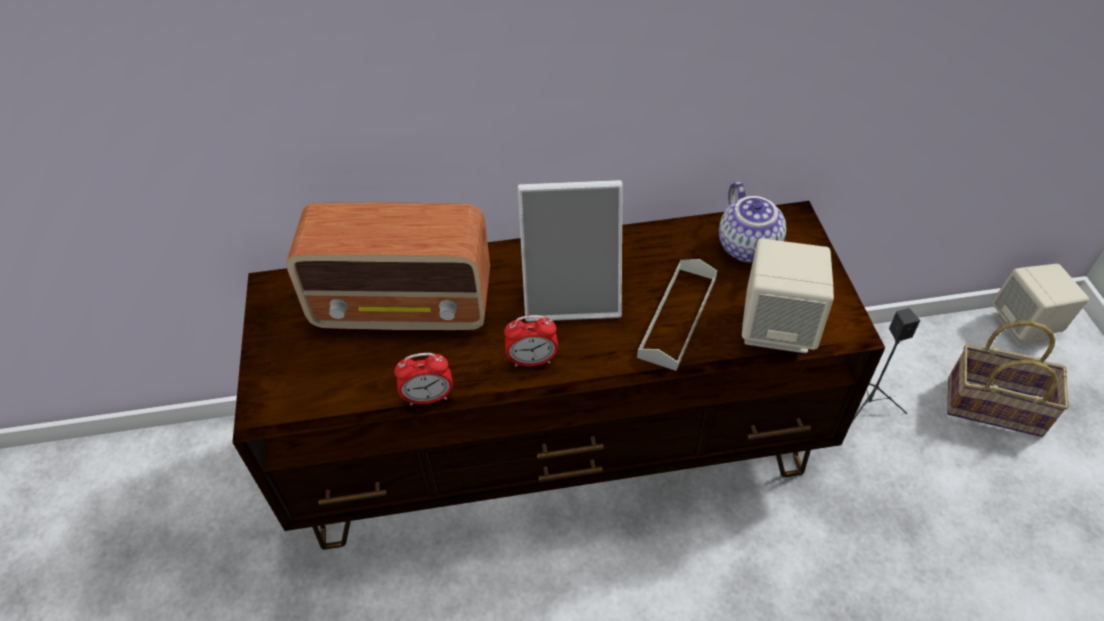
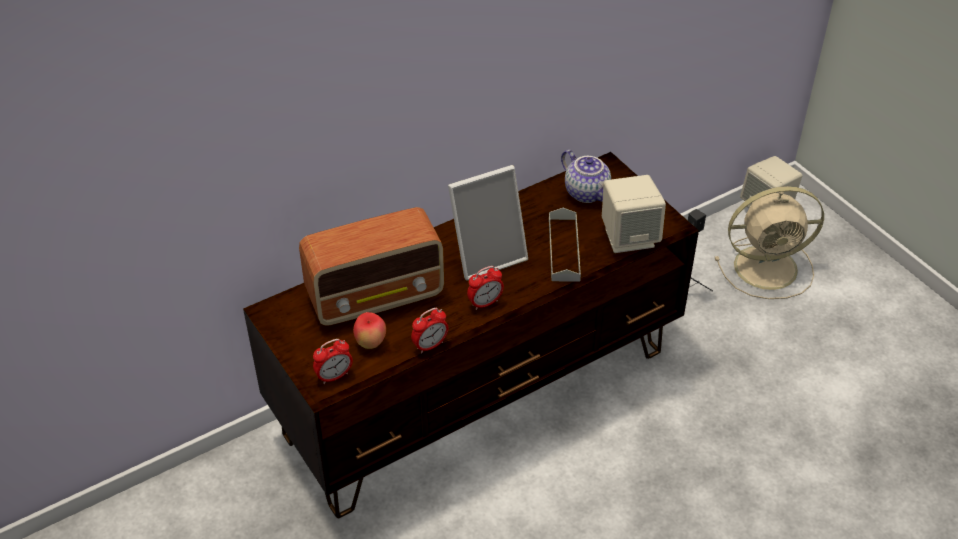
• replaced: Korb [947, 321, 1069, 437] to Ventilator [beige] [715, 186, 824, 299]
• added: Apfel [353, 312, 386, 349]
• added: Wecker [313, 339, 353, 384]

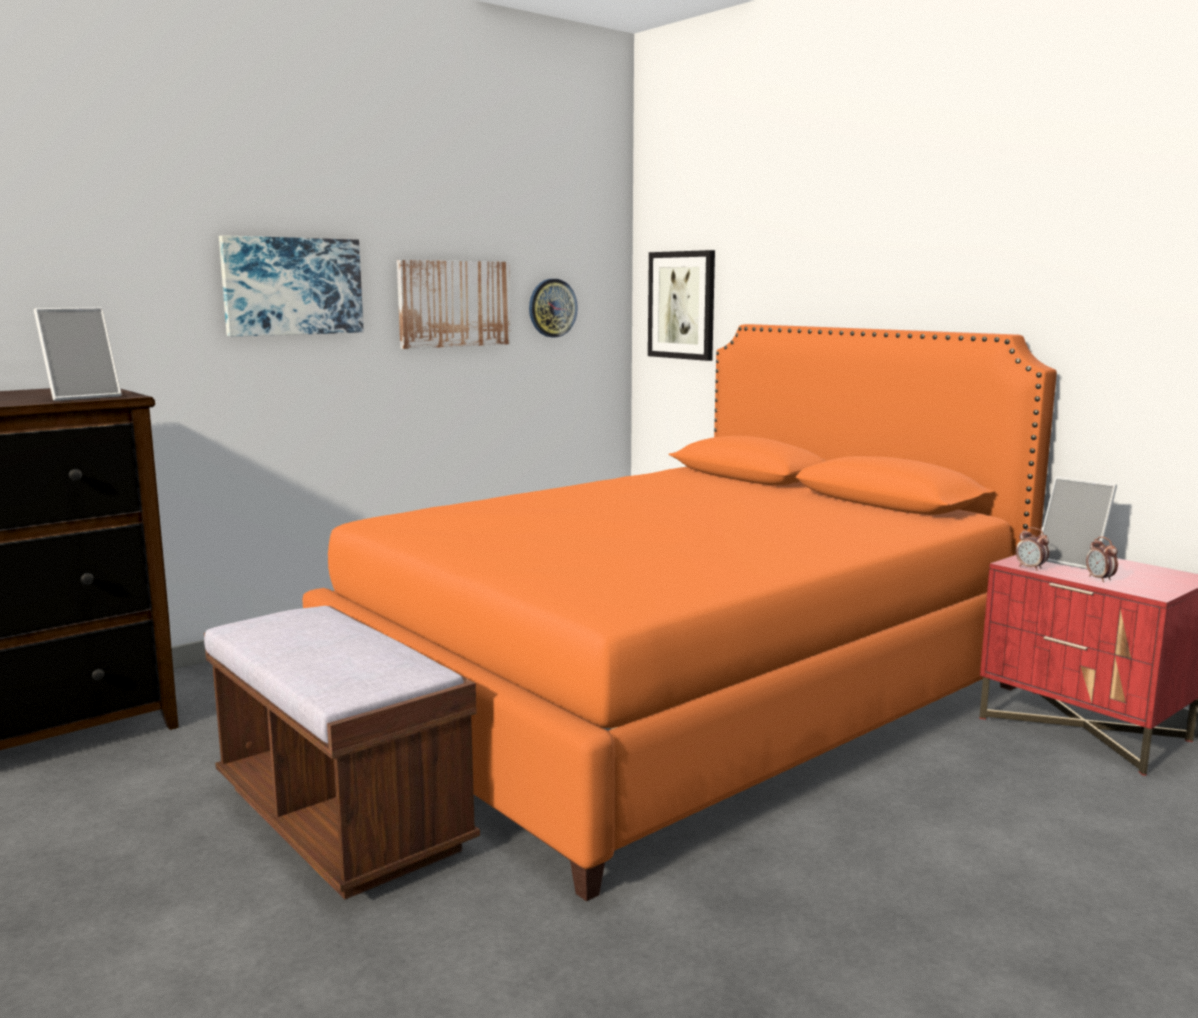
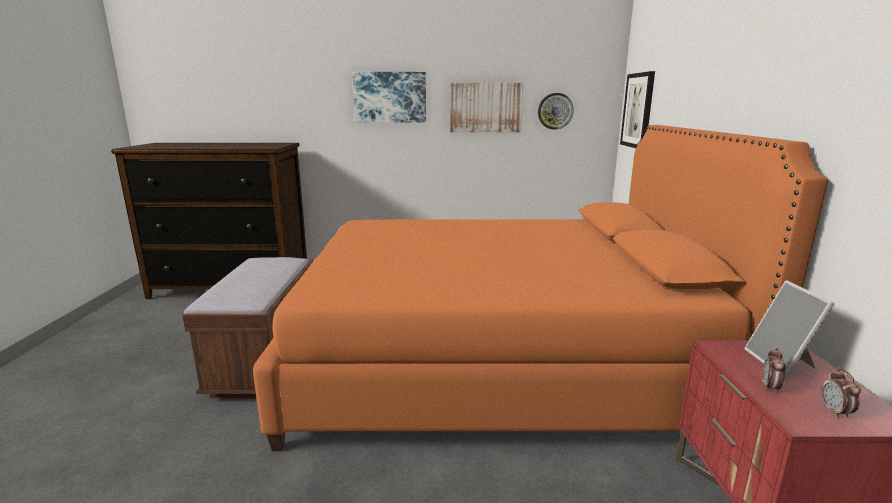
• removed: Bilderrahmen [34, 307, 122, 401]
• moved: Wecker [1016, 527, 1049, 571] to [821, 369, 861, 419]

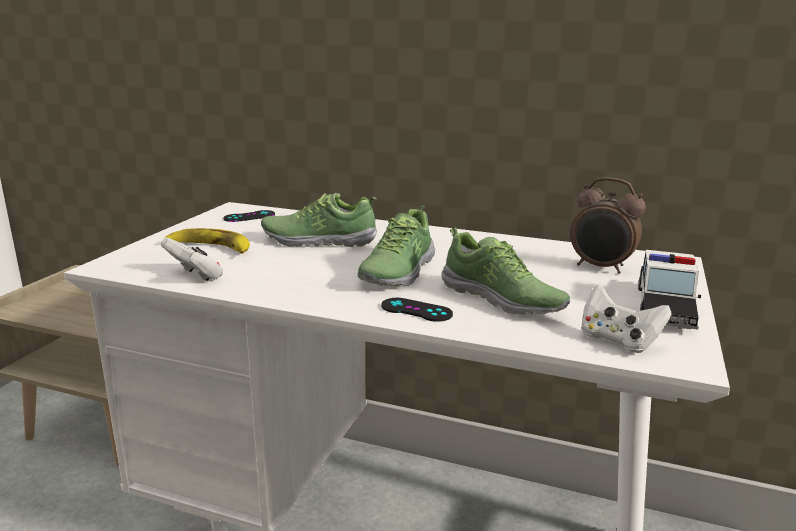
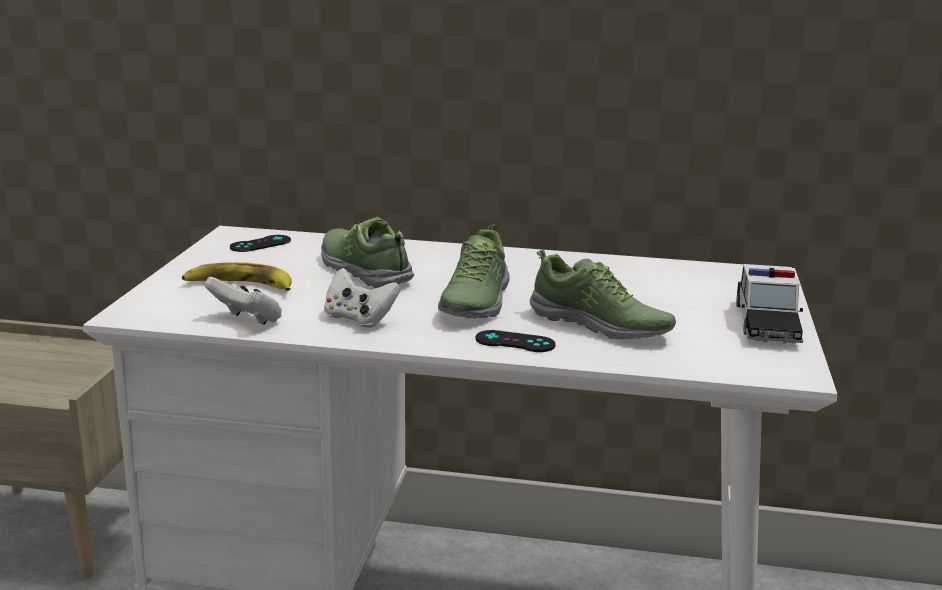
• removed: Wecker [570, 177, 646, 274]
• turned: Schuh [261, 193, 377, 247] = [321, 217, 414, 289] 60 degrees clockwise
• moved: Gamepad [weiß] [581, 284, 671, 353] to [324, 268, 400, 328]

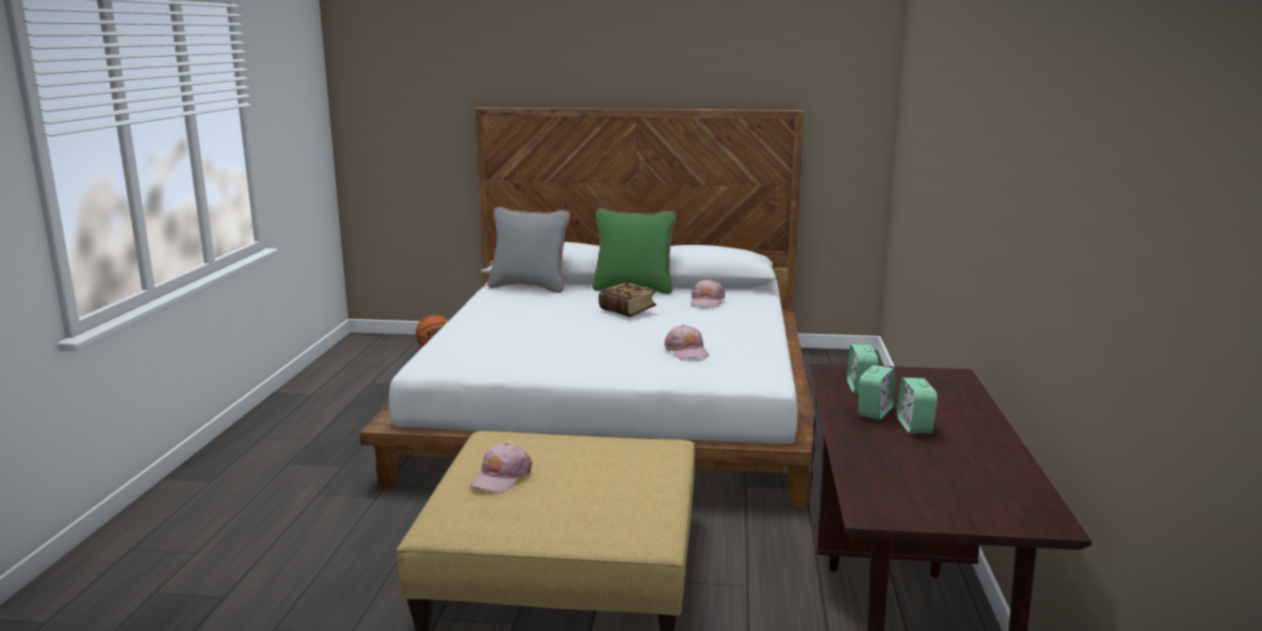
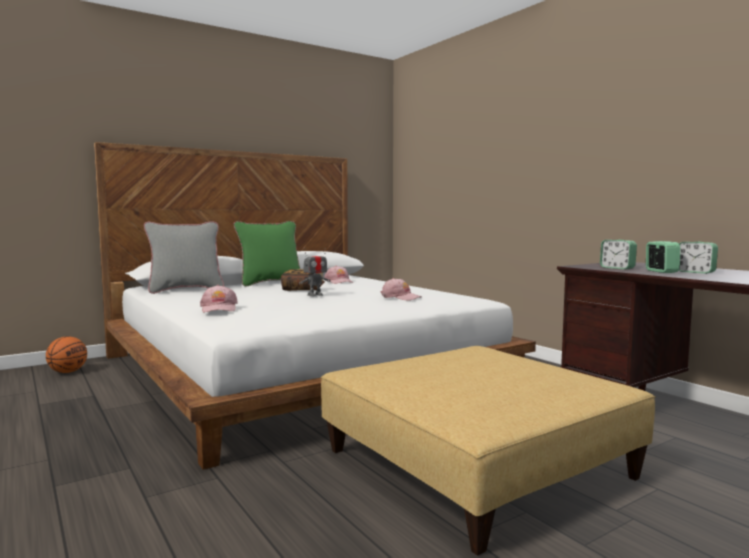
• moved: Kappe [rosa] [470, 443, 532, 493] to [200, 285, 238, 312]
• added: Spielzeugroboter [299, 248, 330, 296]

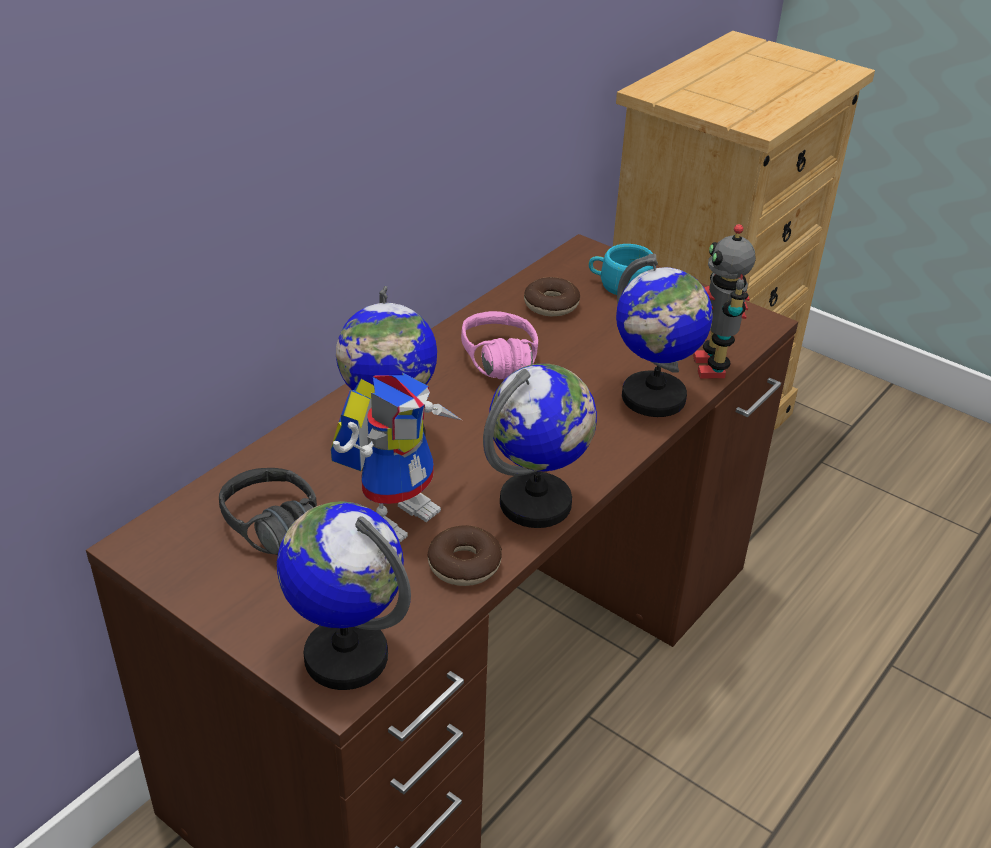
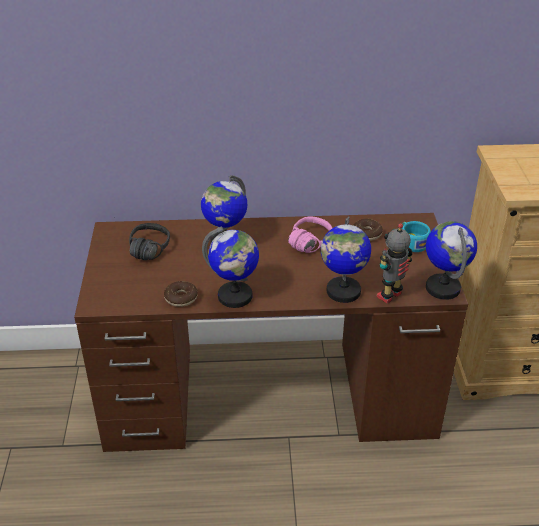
• removed: Spielzeugroboter [331, 372, 462, 542]
• moved: Globus [277, 501, 411, 690] to [426, 221, 477, 300]

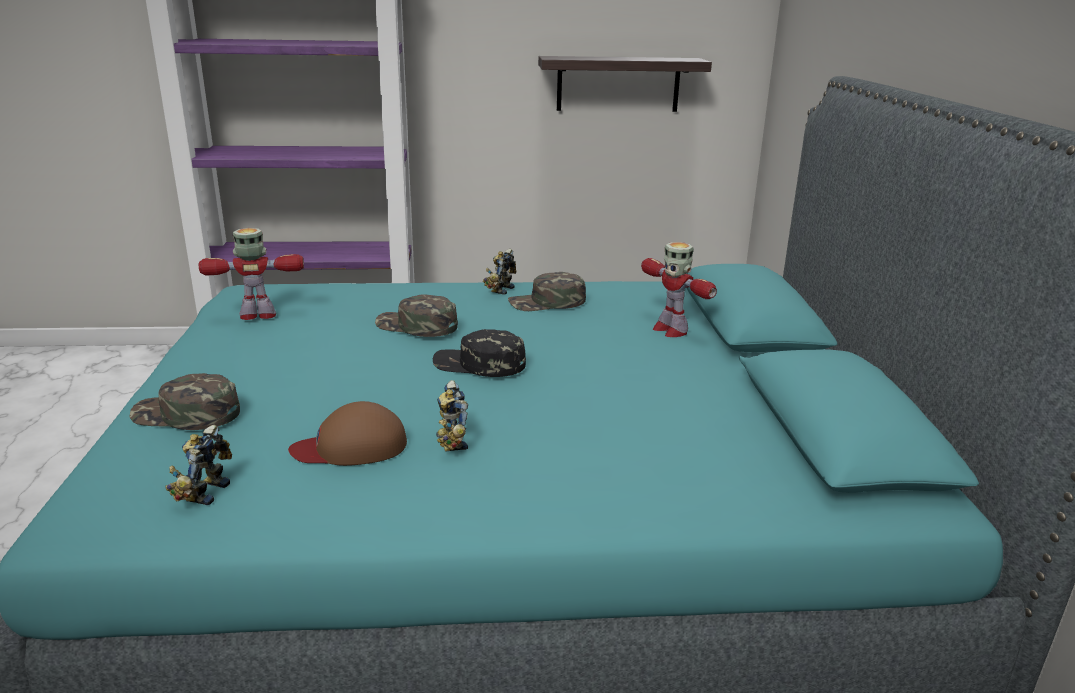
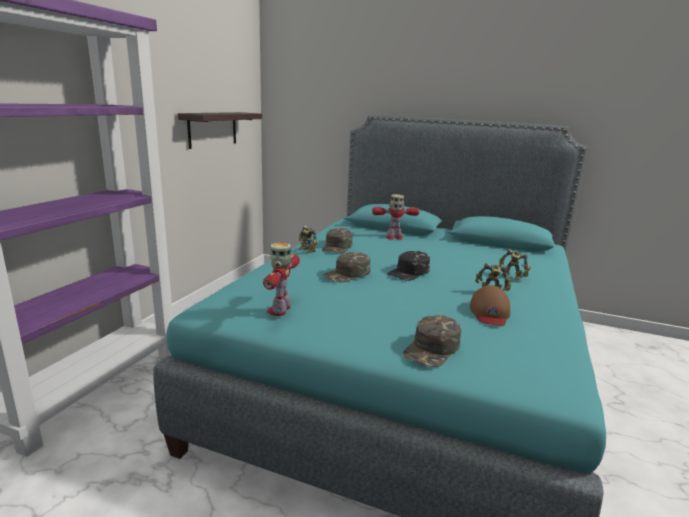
• moved: Spielzeugroboter [165, 425, 232, 505] to [499, 249, 531, 280]

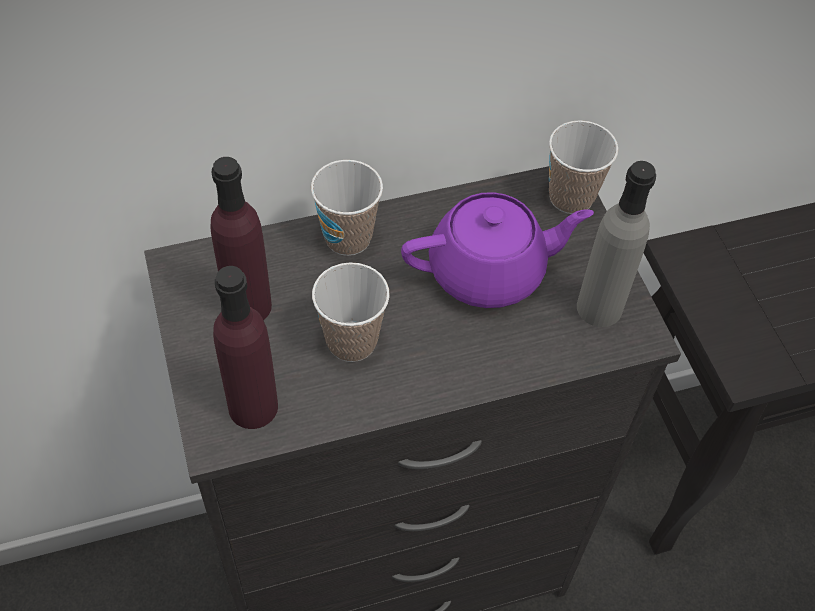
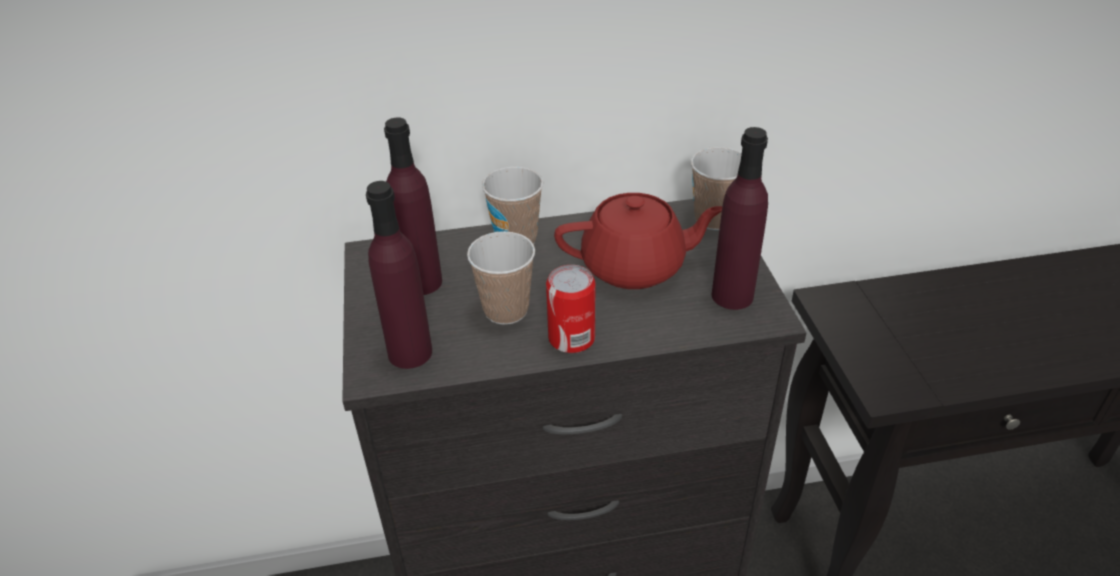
• recoloured: Flasche [grau] [577, 161, 656, 327] to Flasche [lila] [712, 127, 768, 310]
• recoloured: Teekanne [lila] [401, 192, 594, 308] to Teekanne [rot] [554, 193, 723, 289]
• added: Dose [546, 265, 595, 353]

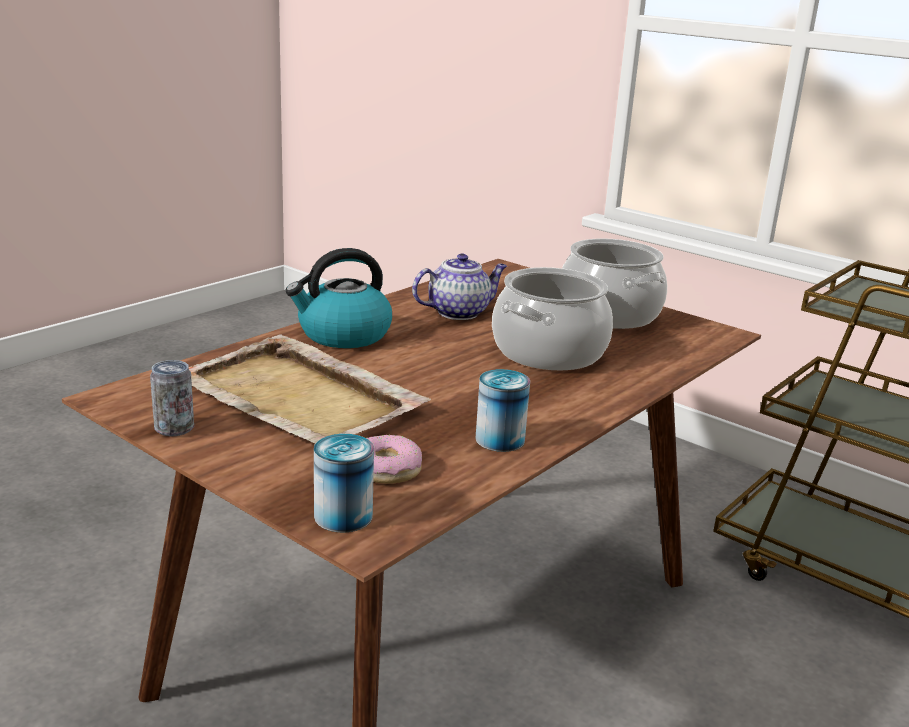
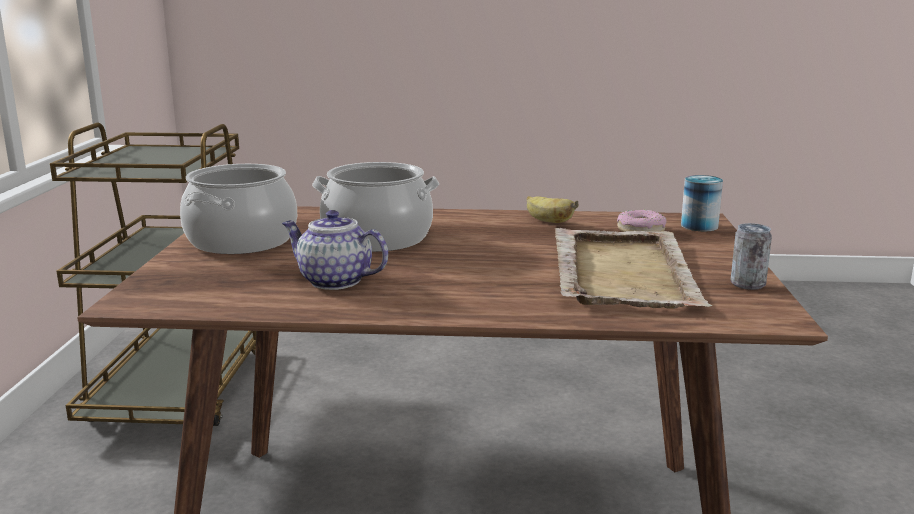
• removed: Wasserkessel [286, 248, 392, 348]
• replaced: Dose [475, 369, 530, 452] to Banane [527, 196, 579, 223]

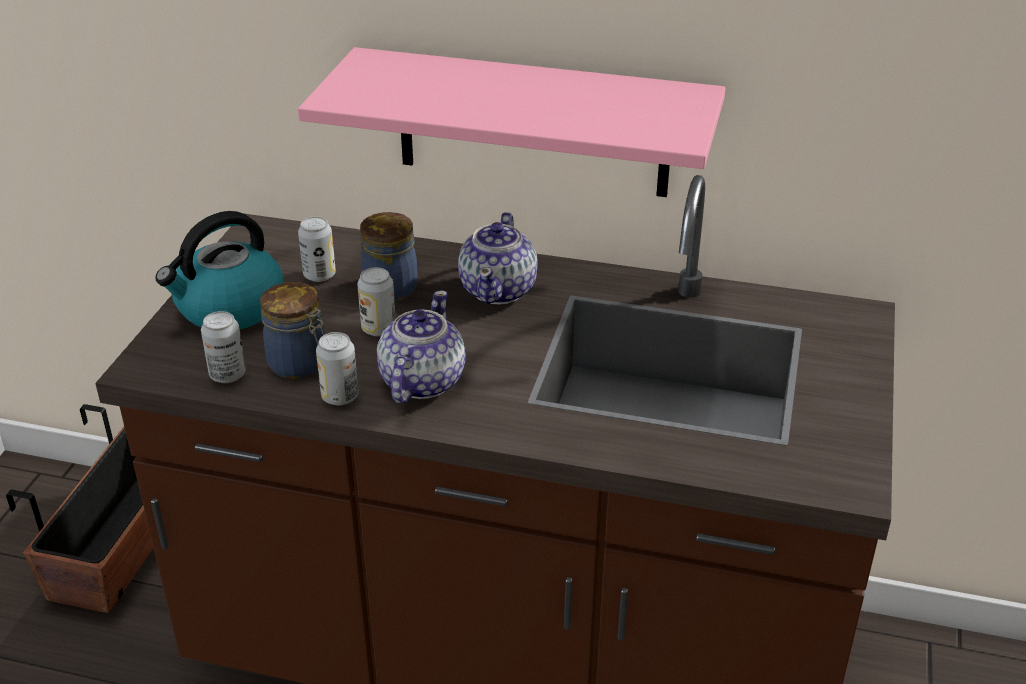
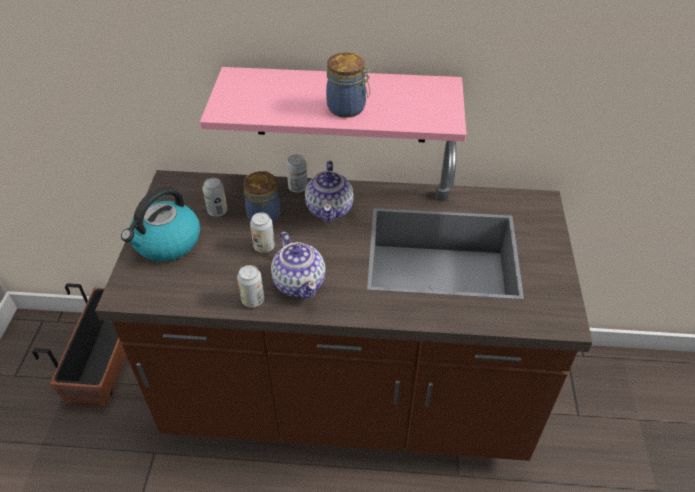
• moved: Vorratsglas [260, 282, 325, 379] to [326, 52, 370, 118]
• turned: Teekanne [377, 291, 465, 403] = [271, 231, 326, 300] 150 degrees clockwise
• moved: Dose [201, 311, 246, 383] to [286, 155, 308, 193]

